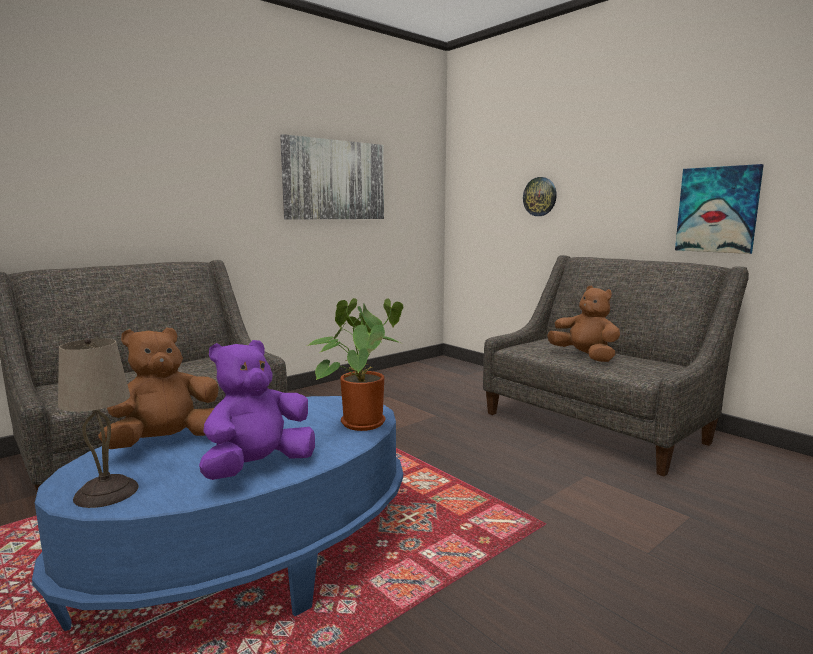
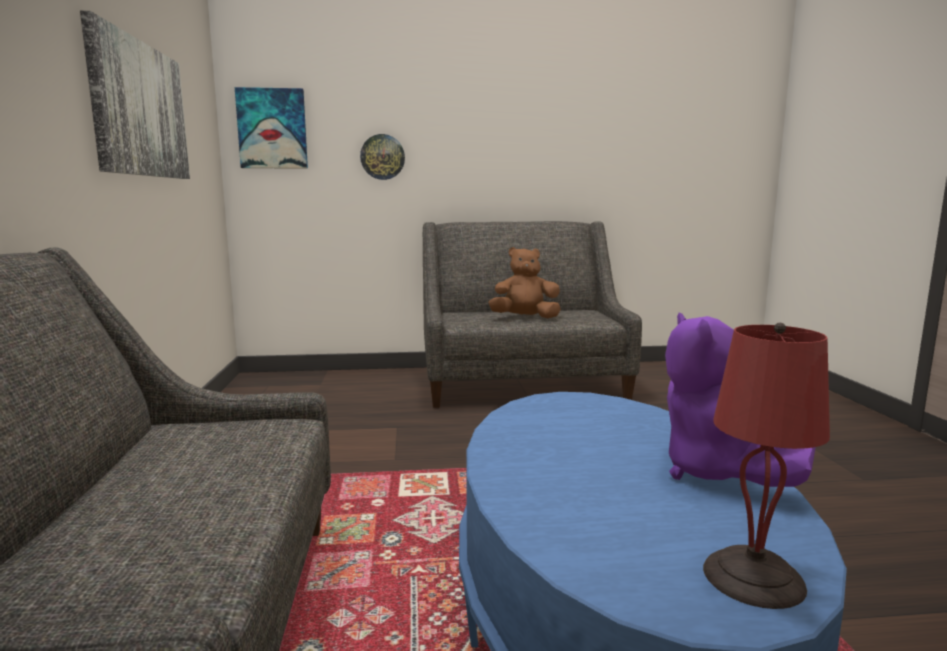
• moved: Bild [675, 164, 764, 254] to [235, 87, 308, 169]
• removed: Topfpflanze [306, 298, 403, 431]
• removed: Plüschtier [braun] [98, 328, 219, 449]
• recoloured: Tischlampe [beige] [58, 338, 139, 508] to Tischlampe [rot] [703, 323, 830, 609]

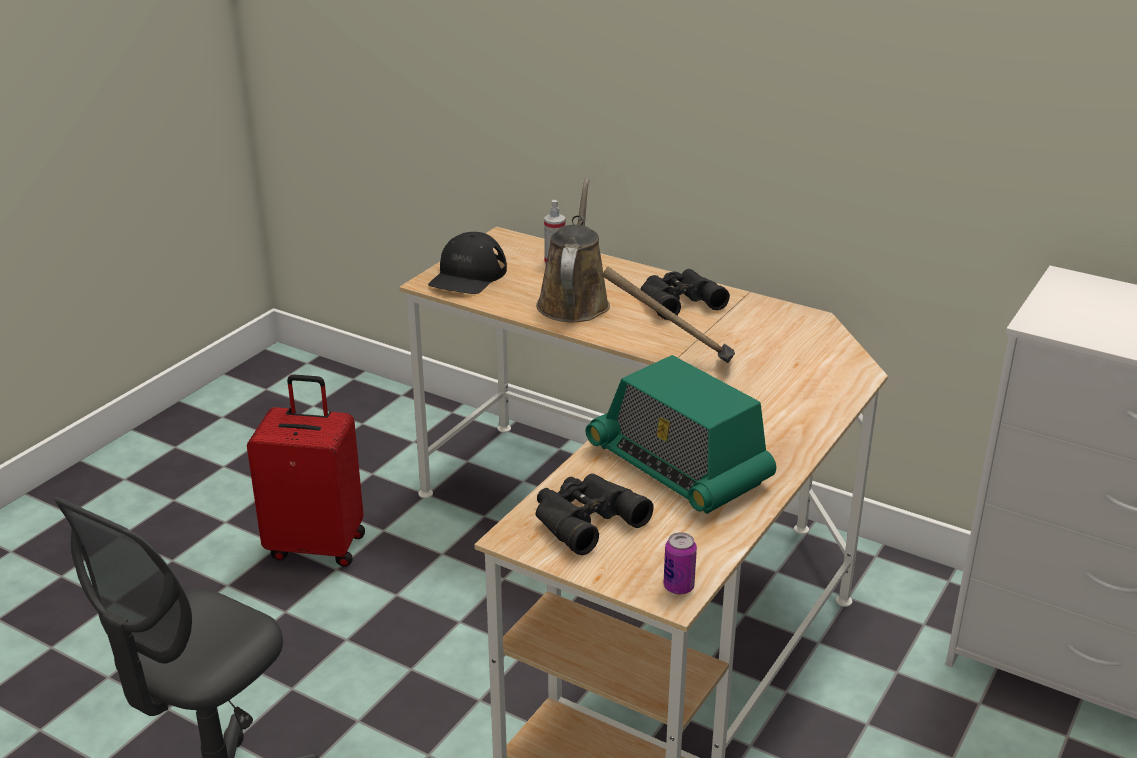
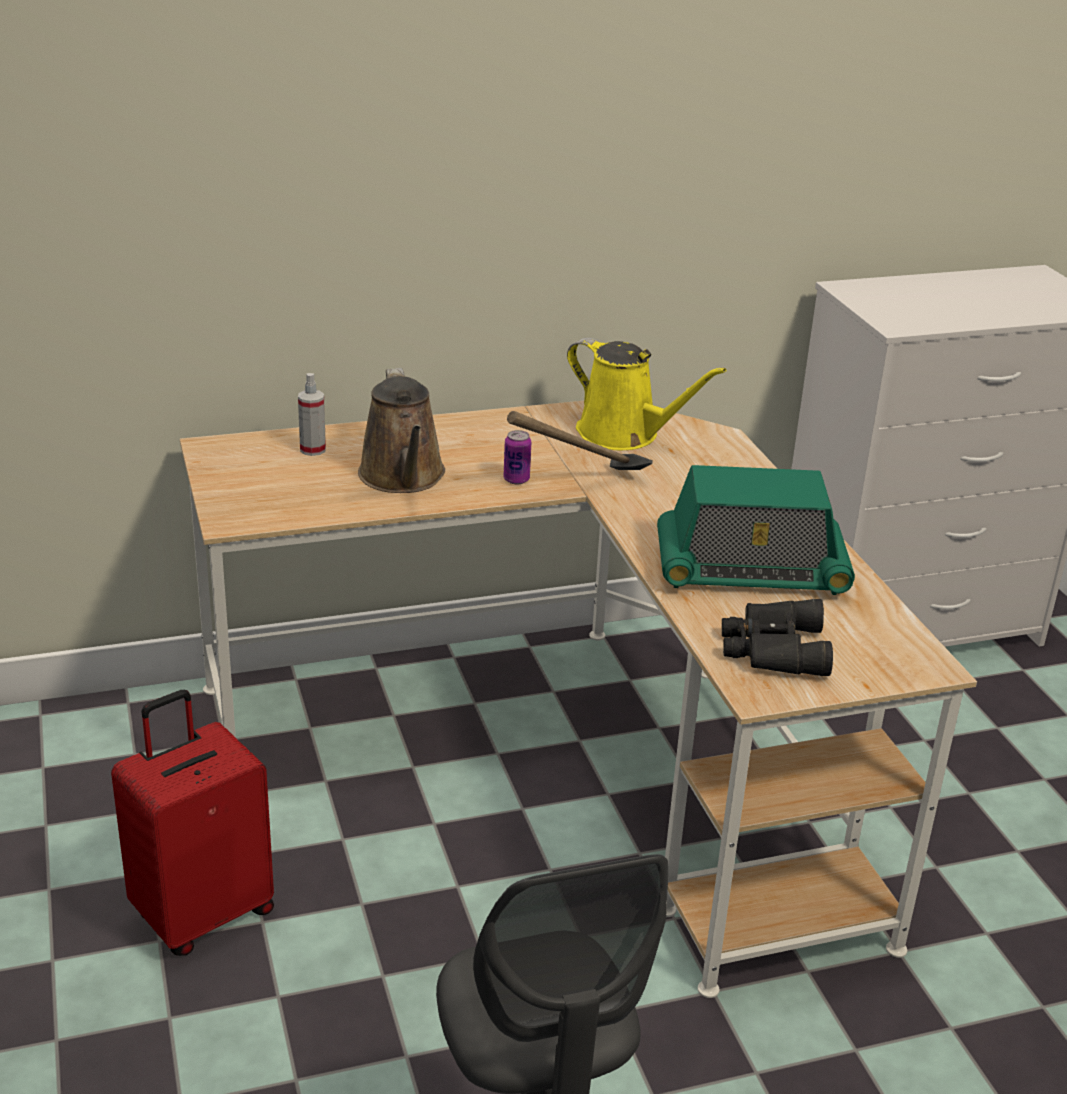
• turned: Gießkanne [braun] [536, 179, 610, 322] = [358, 368, 445, 493] 150 degrees counterclockwise
• removed: Kappe [schwarz] [428, 232, 507, 294]
• removed: Fernglas [schwarz] [640, 269, 730, 320]
• moved: Dose [663, 532, 697, 594] to [504, 430, 531, 484]
• added: Gießkanne [gelb] [567, 338, 727, 450]

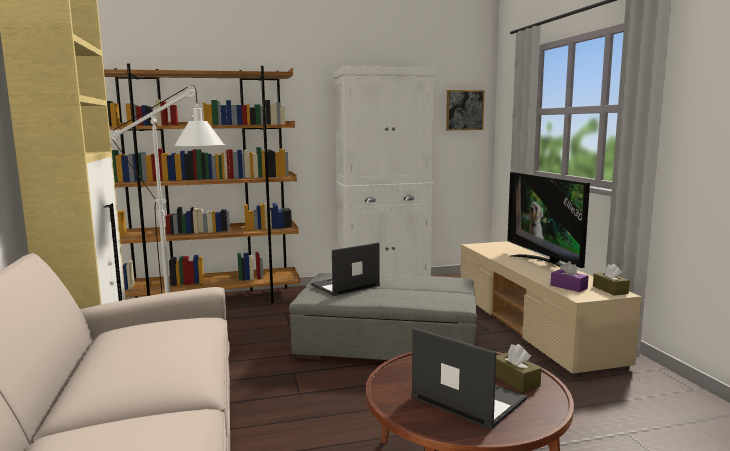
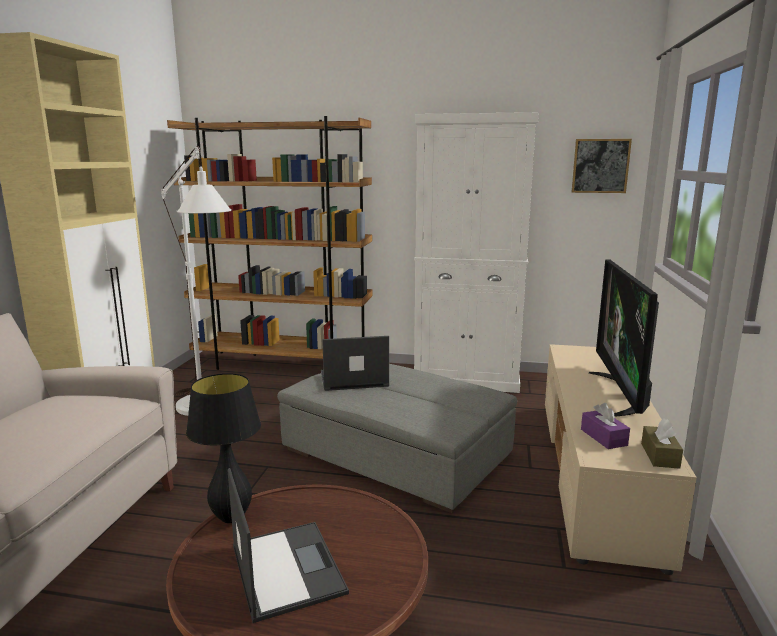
• removed: Taschentuchbox [braun] [495, 344, 541, 392]
• added: Tischlampe [schwarz] [186, 373, 261, 523]

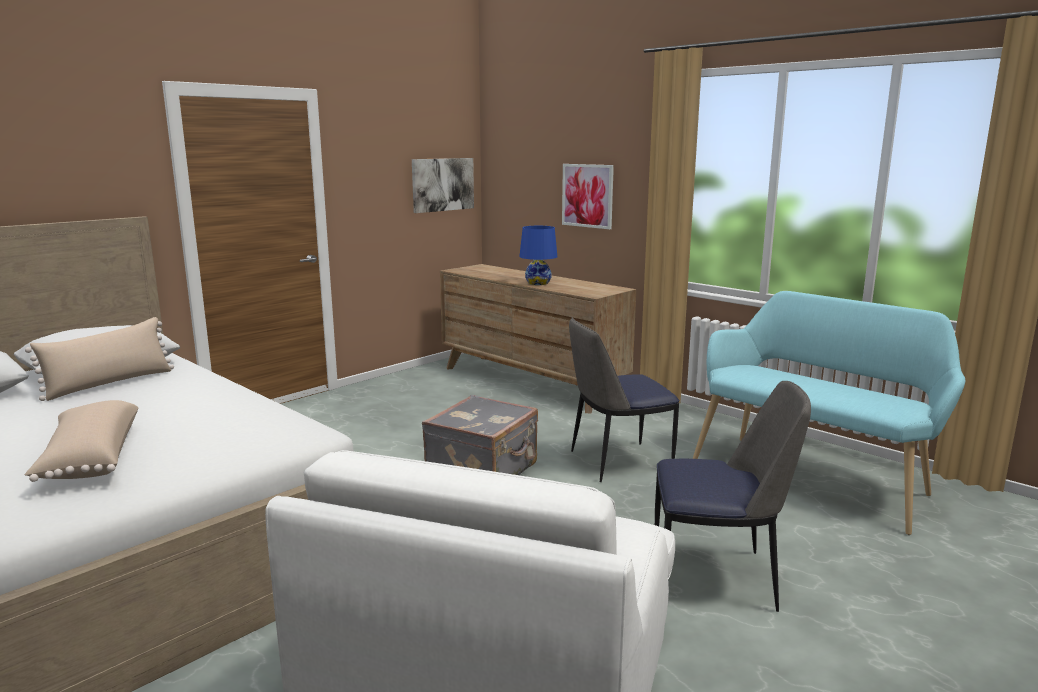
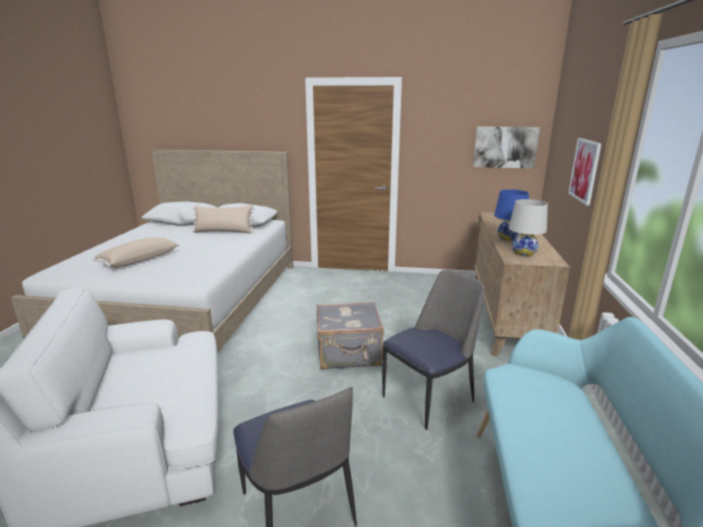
• turned: Stuhl [569, 318, 679, 482] = [382, 270, 485, 430] 105 degrees clockwise
• added: Tischlampe [weiß] [509, 199, 548, 256]

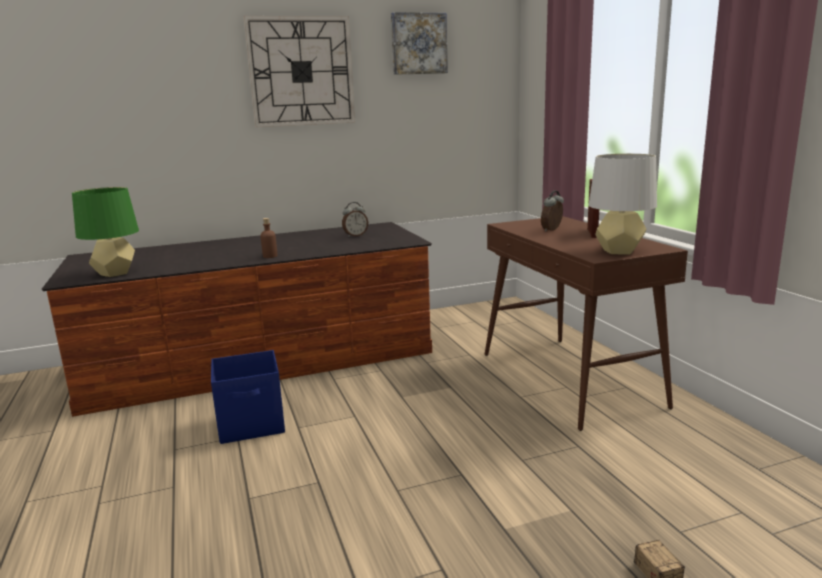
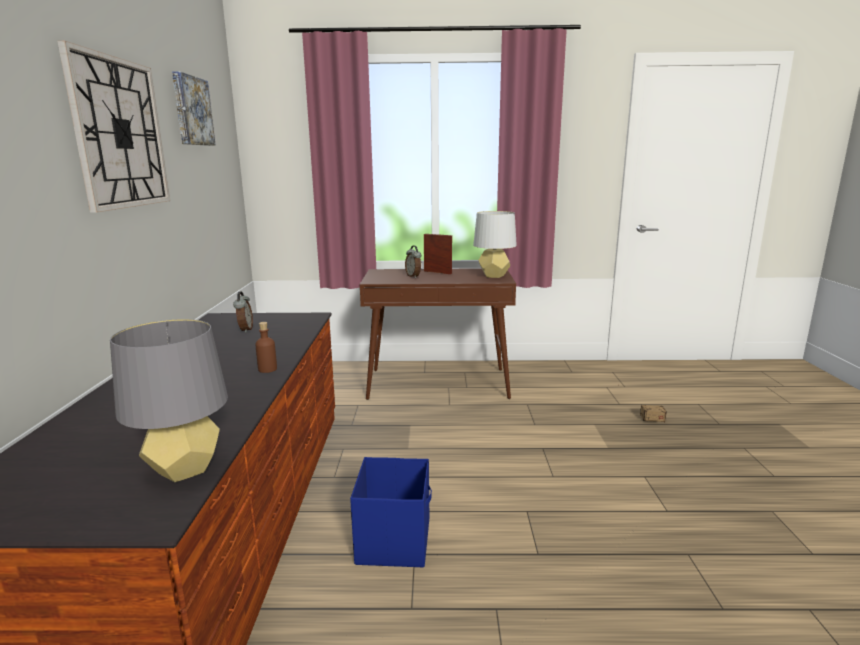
• recoloured: Tischlampe [grün] [72, 187, 139, 277] to Tischlampe [grau] [110, 319, 228, 482]

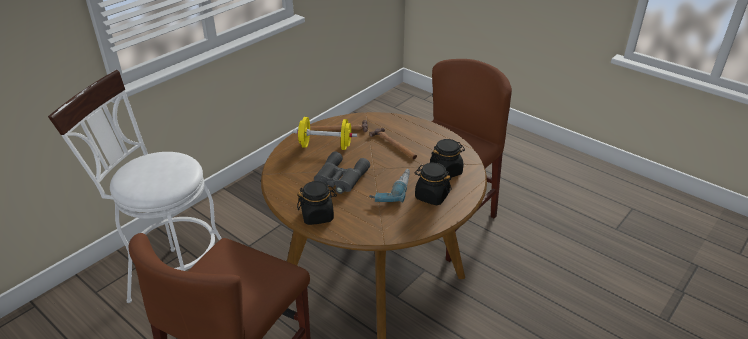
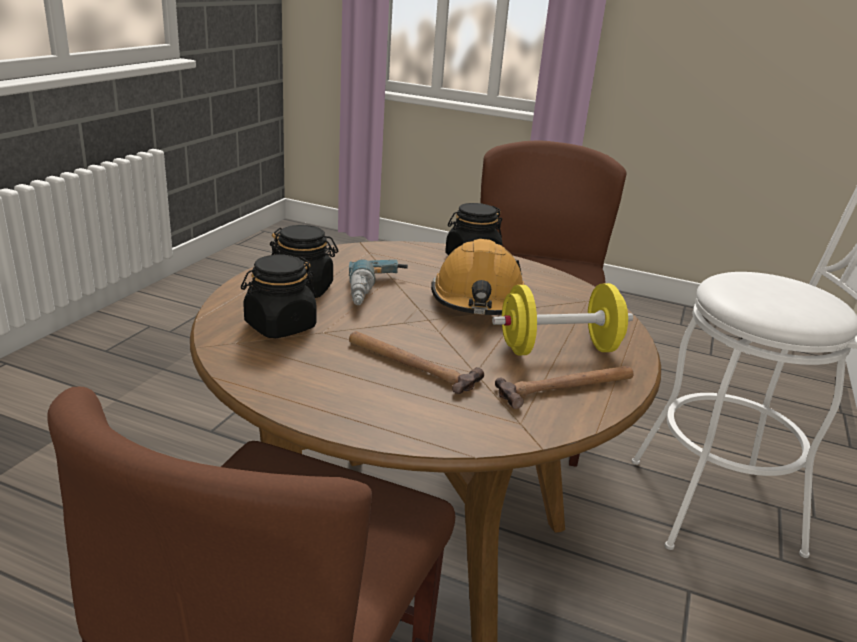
• replaced: Fernglas [grau] [314, 151, 370, 194] to Schutzhelm [orange] [431, 239, 524, 315]

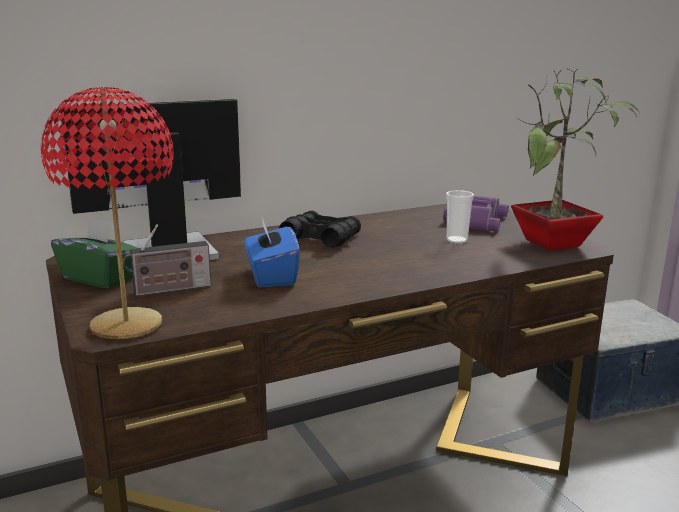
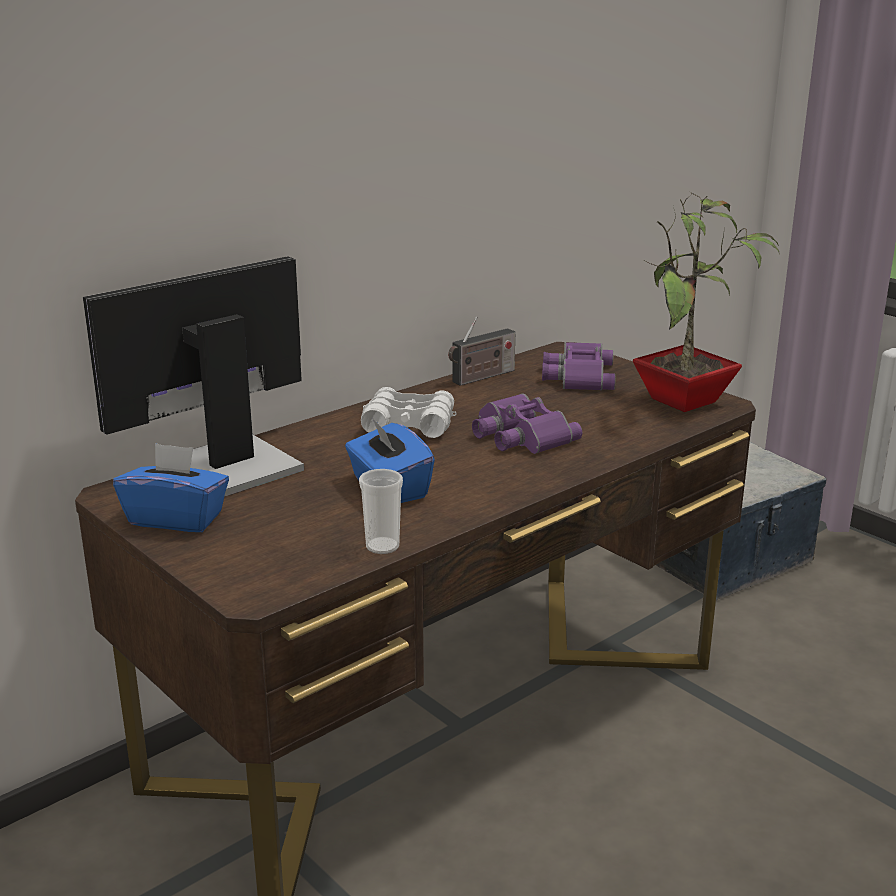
• removed: Tischlampe [rot] [41, 87, 174, 339]
• moved: Tasse [446, 190, 474, 243] to [359, 469, 403, 554]
• recoloured: Fernglas [schwarz] [279, 210, 361, 248] to Fernglas [weiß] [361, 387, 457, 438]
• recoloured: Taschentuchbox [grün] [51, 217, 137, 289] to Taschentuchbox [blau] [113, 443, 229, 532]
• moved: Radio [123, 224, 211, 296] to [448, 316, 515, 386]
• added: Fernglas [lila] [472, 394, 582, 454]

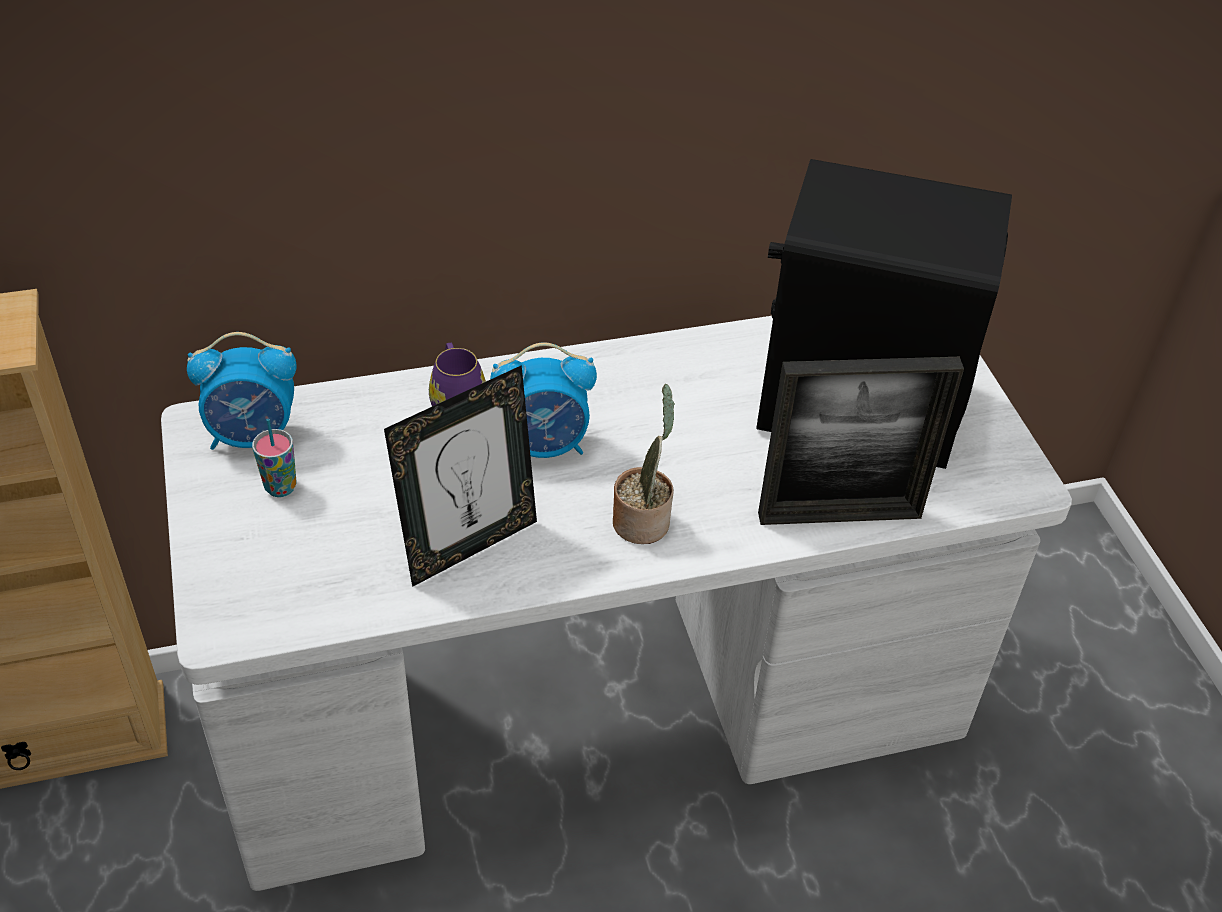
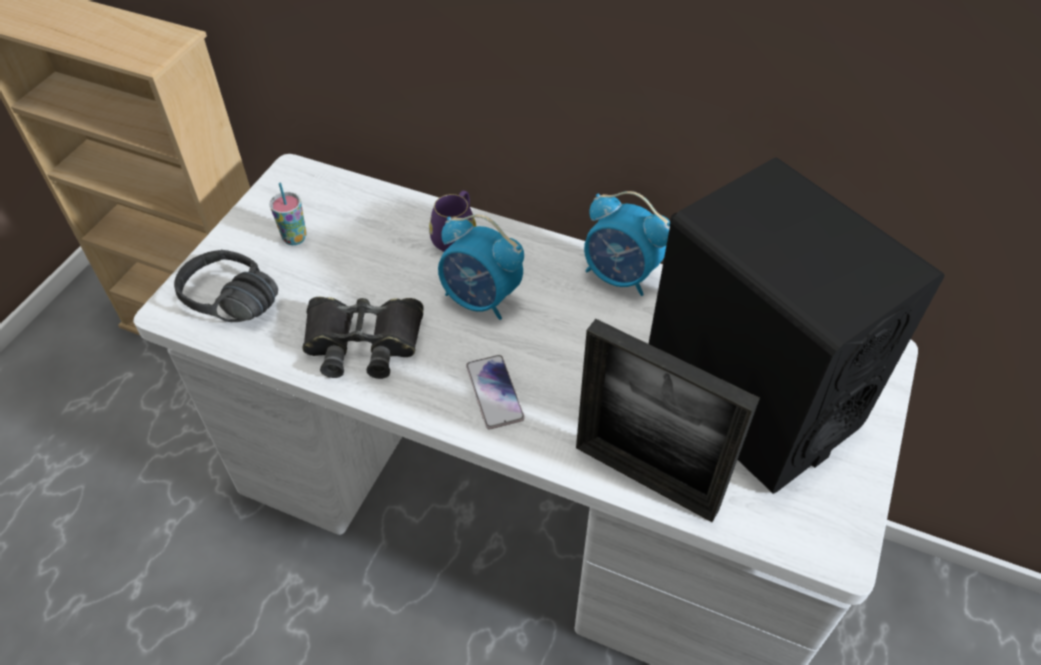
• moved: Wecker [187, 332, 297, 450] to [584, 191, 670, 296]
• replaced: Bilderrahmen [384, 365, 537, 587] to Fernglas [schwarz] [302, 297, 424, 379]
• replaced: Topfpflanze [613, 384, 675, 544] to Handy [466, 355, 525, 429]
• added: Kopfhörer [schwarz] [174, 250, 278, 322]

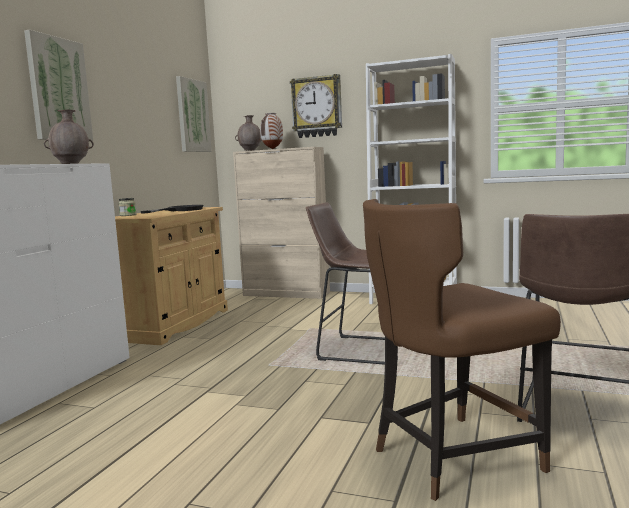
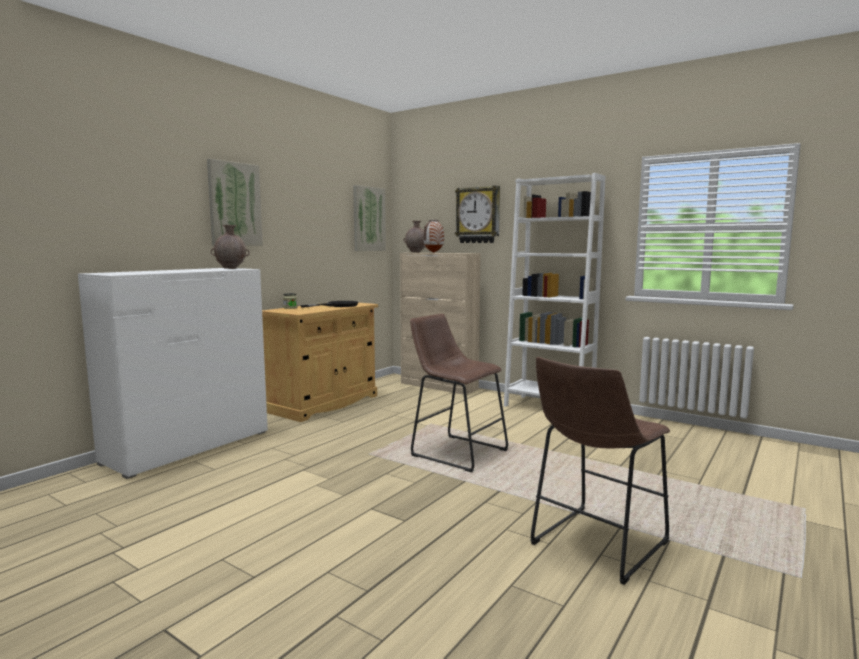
• removed: Stuhl [braun] [363, 199, 561, 501]

